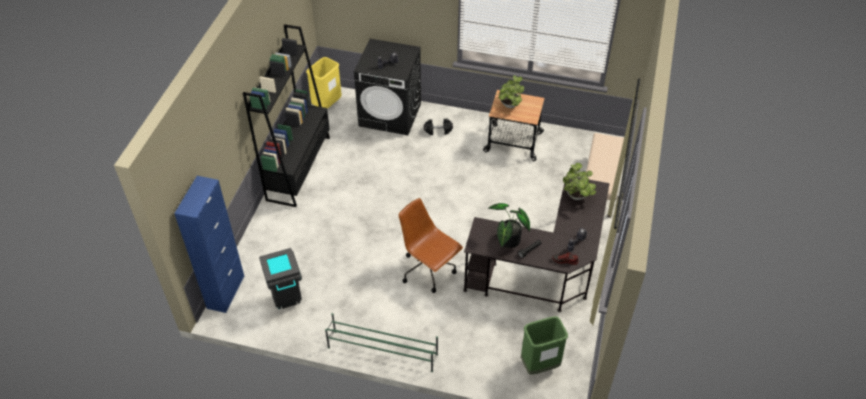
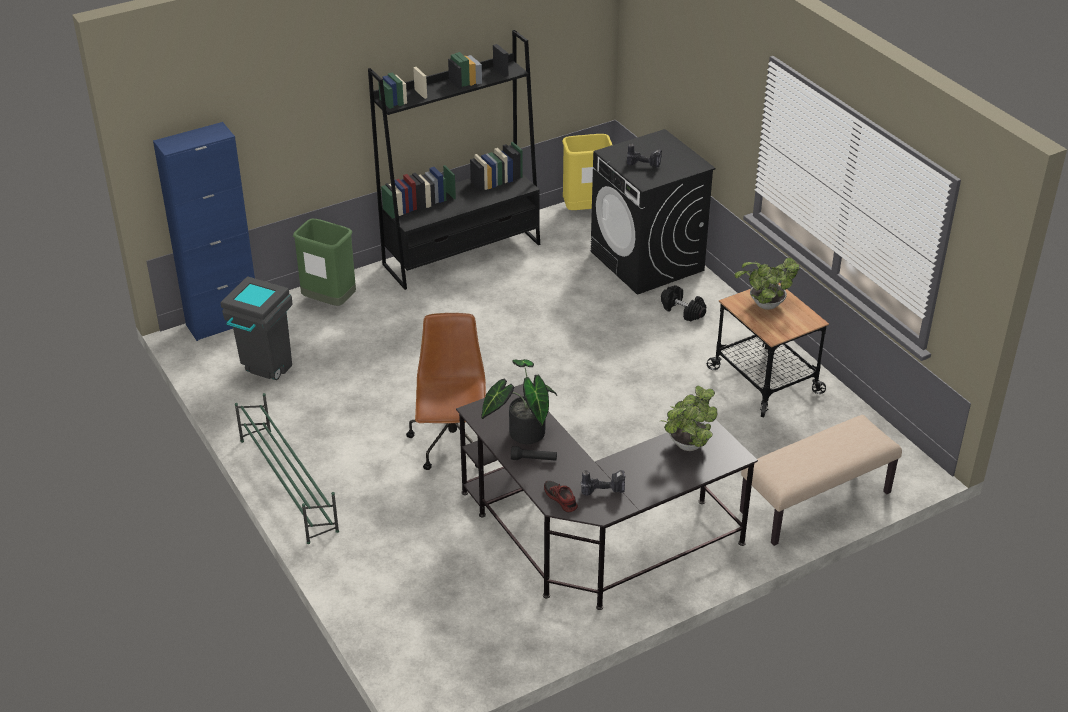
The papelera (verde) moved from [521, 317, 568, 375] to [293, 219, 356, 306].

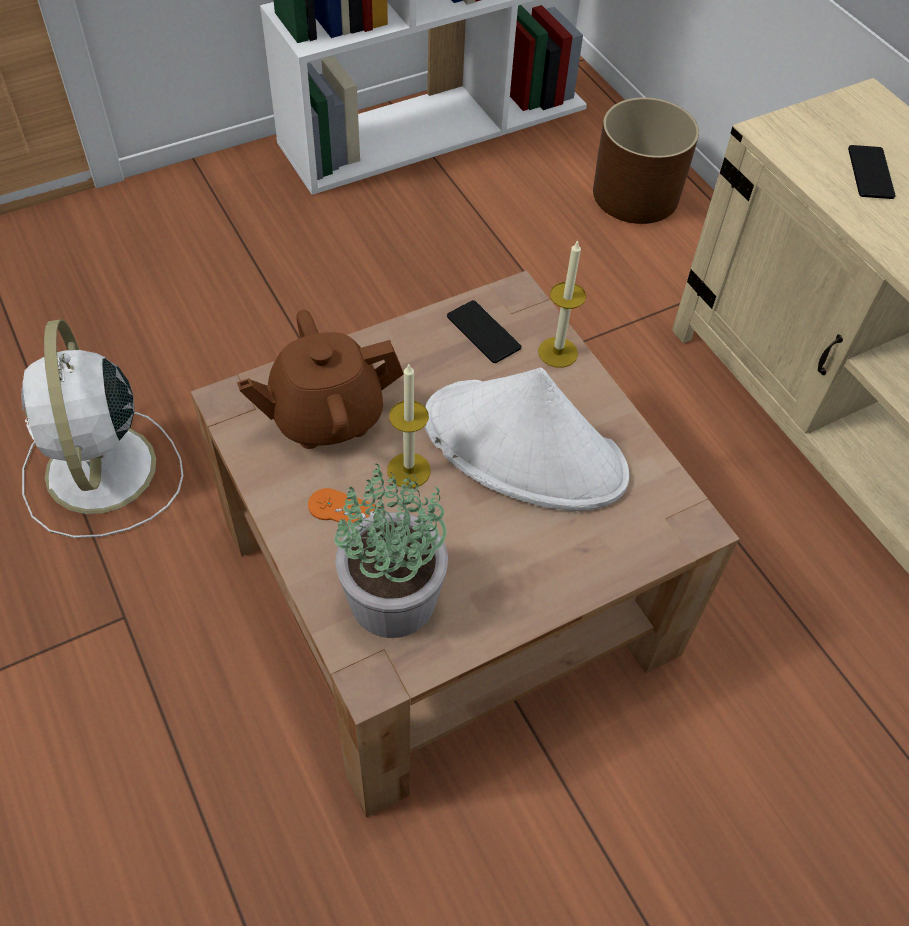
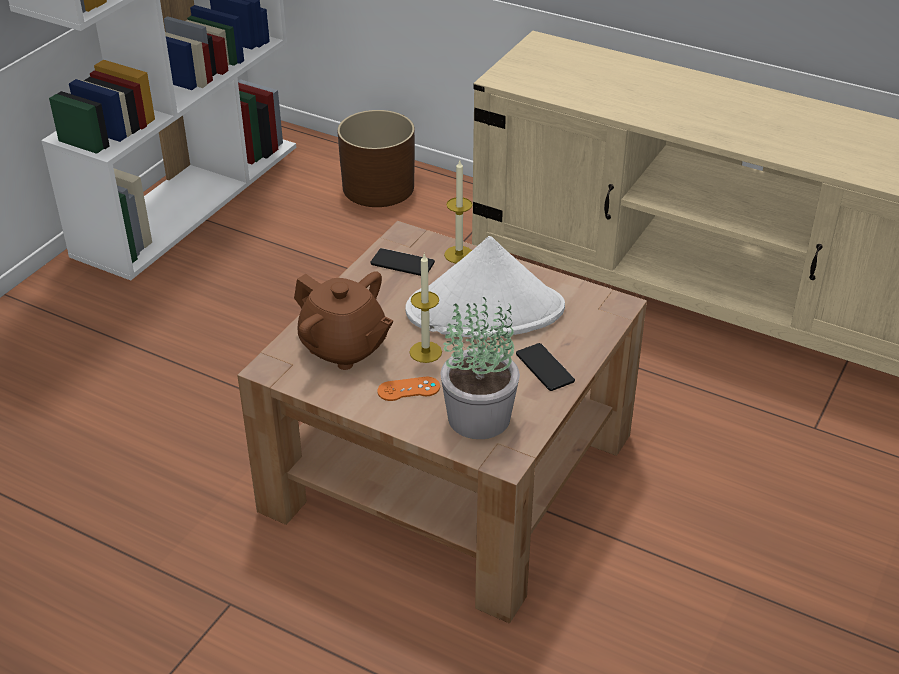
The móvil moved from [848, 145, 896, 199] to [516, 343, 575, 391].
The tetera (marrón) at [237, 310, 404, 449] turned 90 degrees counterclockwise.
The ventilador (blanco) at [21, 319, 183, 538] disappeared.

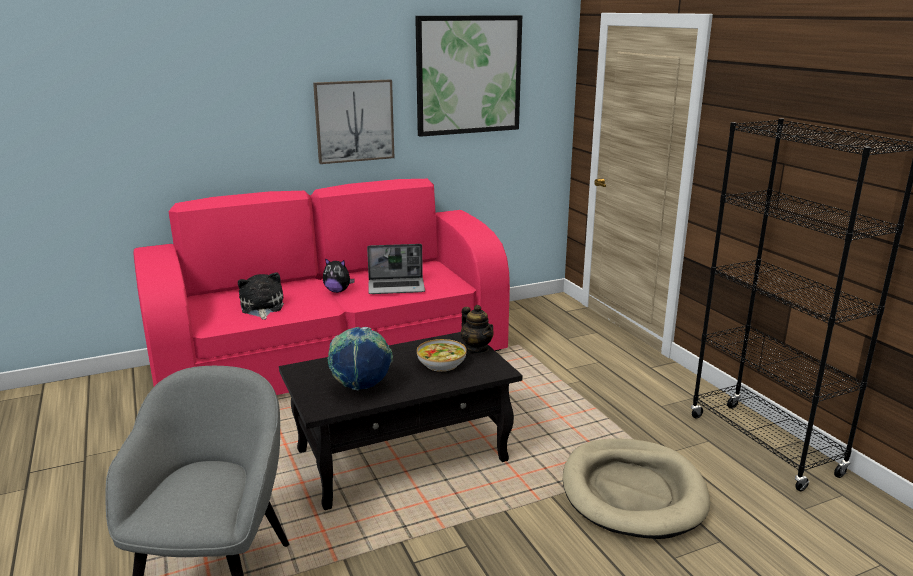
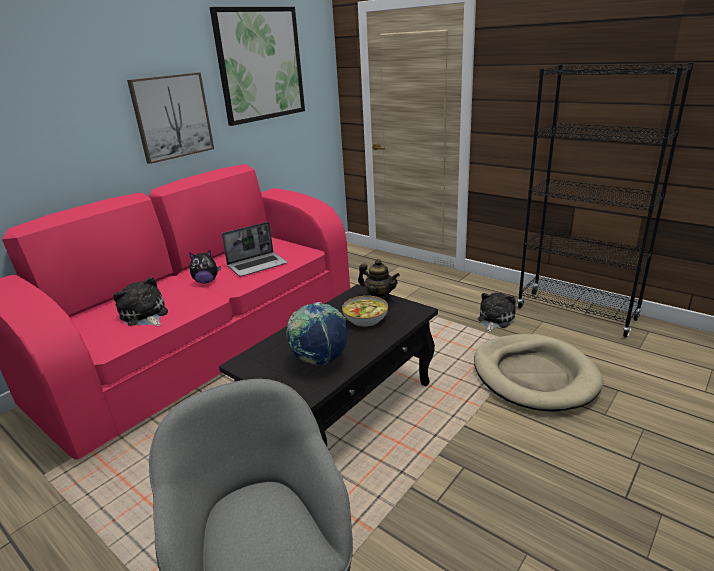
The peluche at [478, 292, 516, 332] appeared.

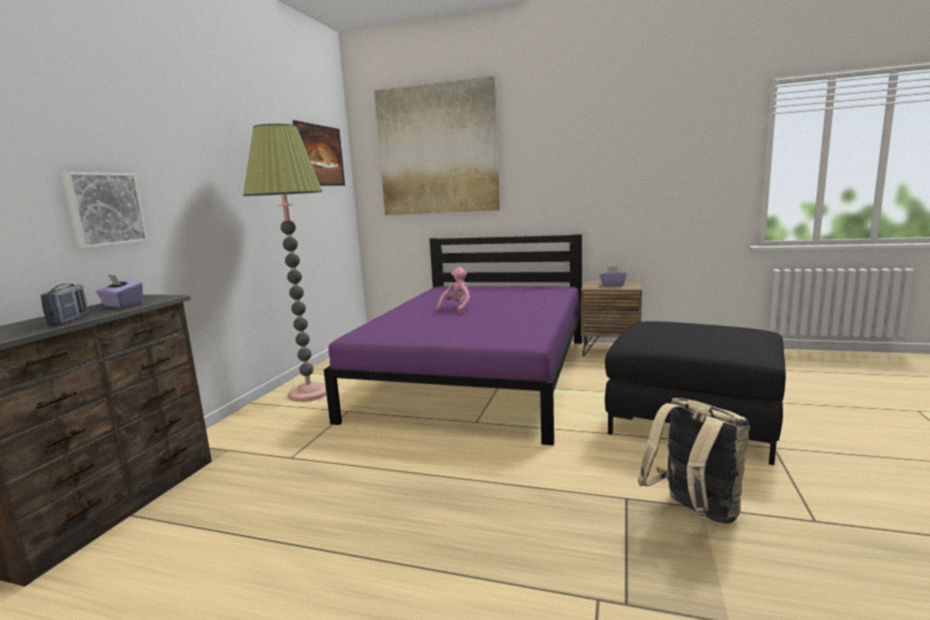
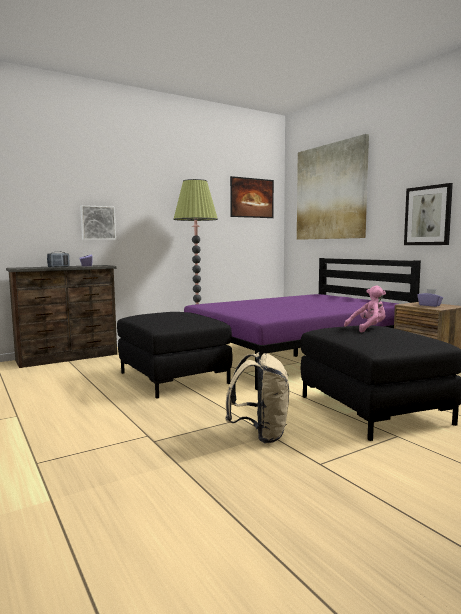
The peluche (rosa) moved from [436, 267, 470, 314] to [344, 286, 386, 333].
The cuadro at [404, 183, 453, 245] appeared.
The puf (negro) at [117, 312, 233, 399] appeared.

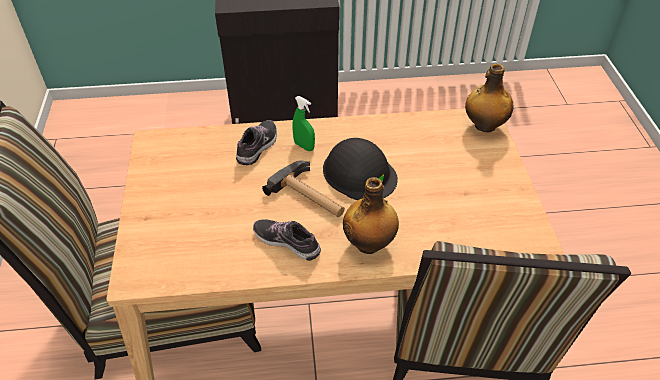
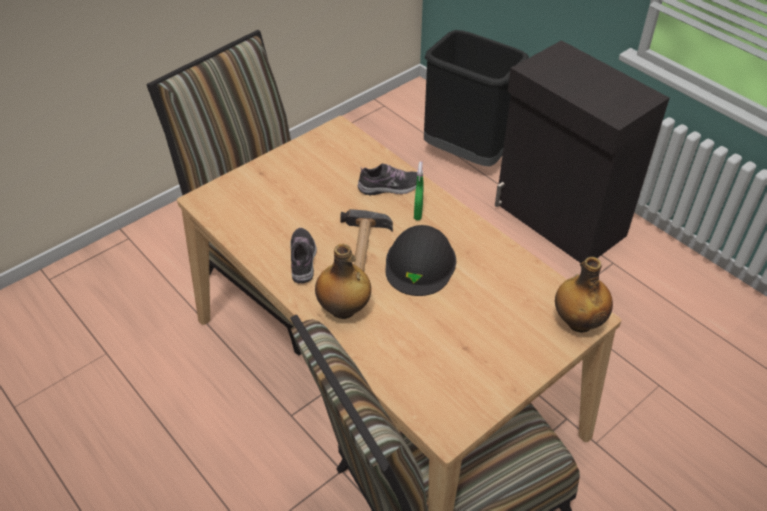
The papelera (negro) at [424, 30, 529, 167] appeared.

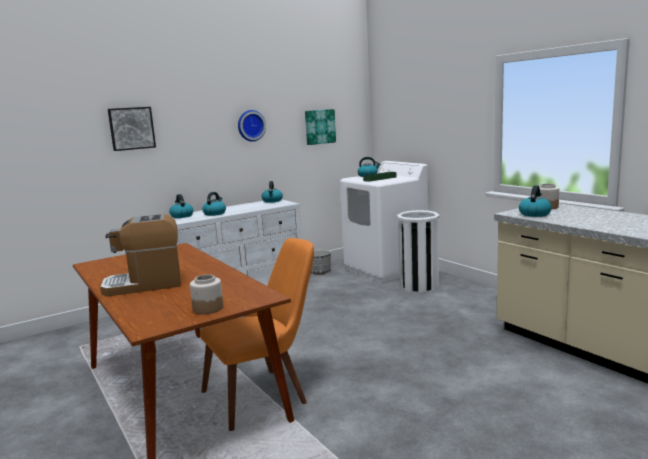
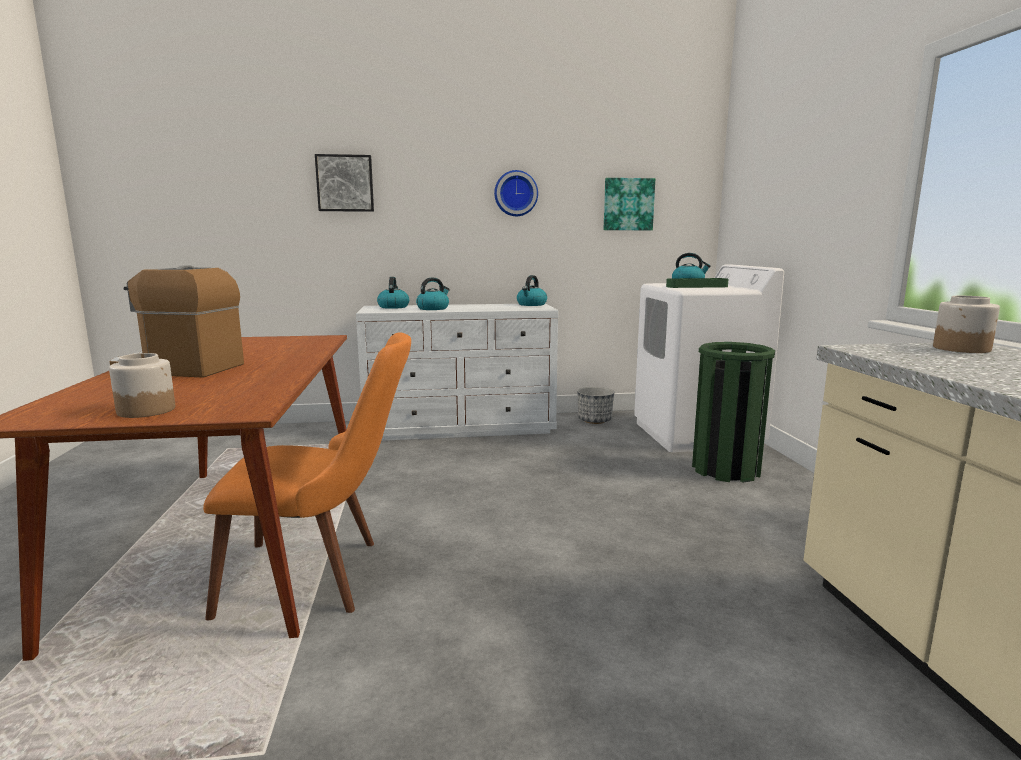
The hervidor at [519, 185, 552, 217] disappeared.
The papelera (blanco) at [397, 210, 440, 293] became the papelera (verde) at [692, 342, 775, 483].

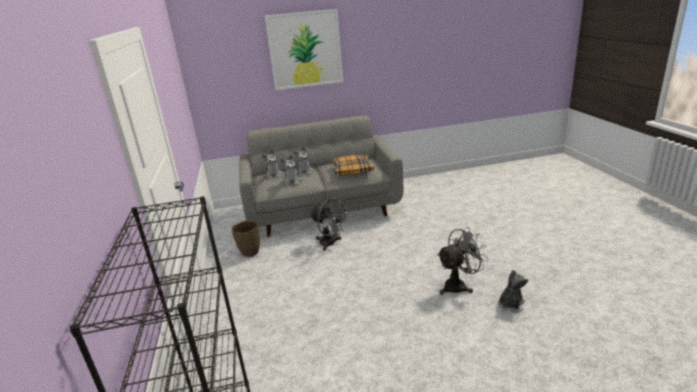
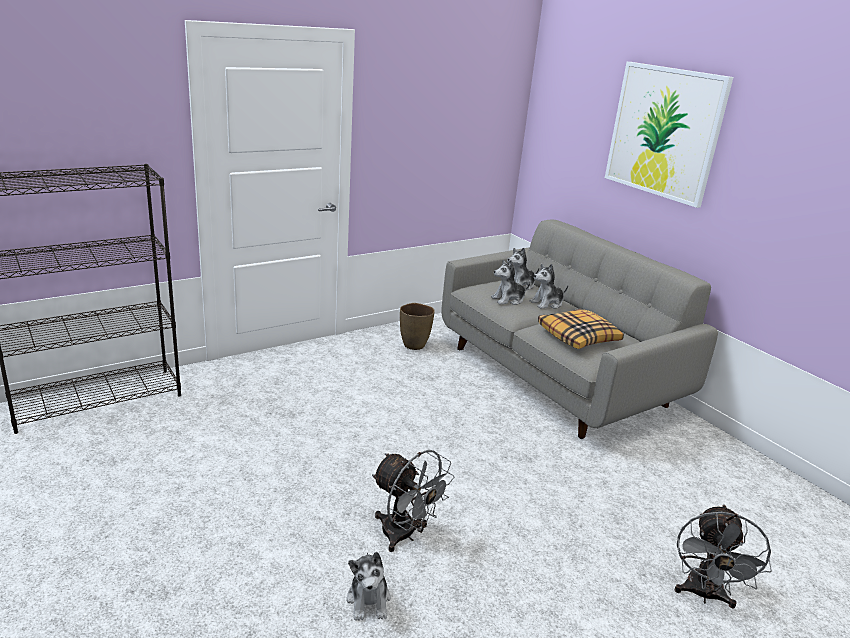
The ventilador (gris) moved from [310, 198, 350, 251] to [675, 504, 772, 608].
The peluche at [498, 269, 528, 313] turned 60 degrees clockwise.

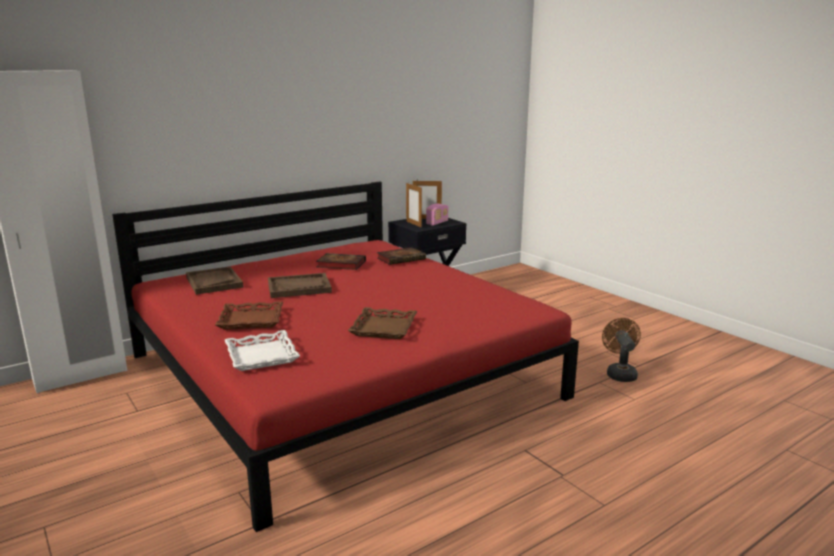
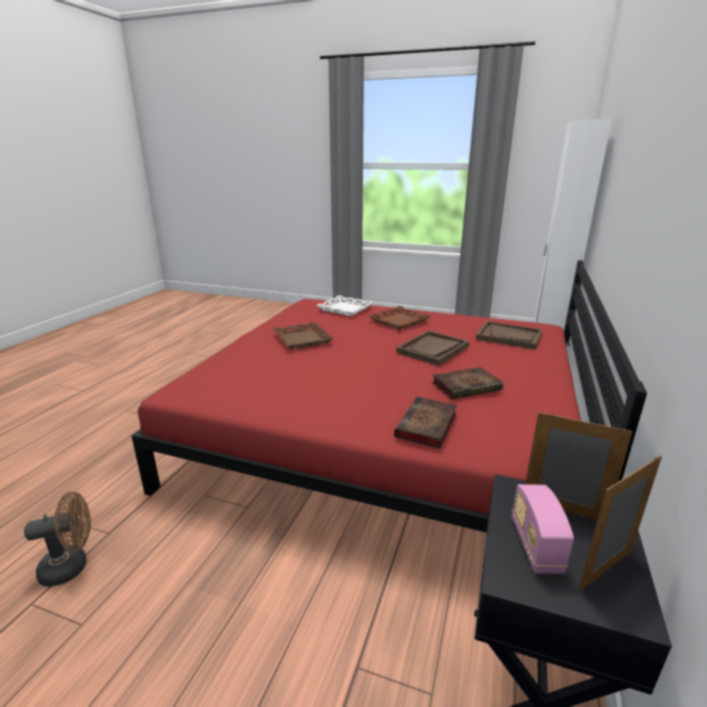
The ventilador (marrón) at [602, 318, 641, 382] turned 75 degrees counterclockwise.

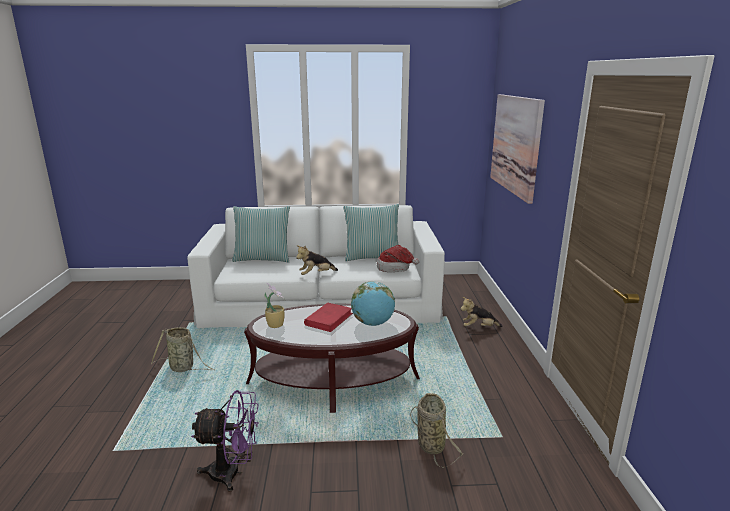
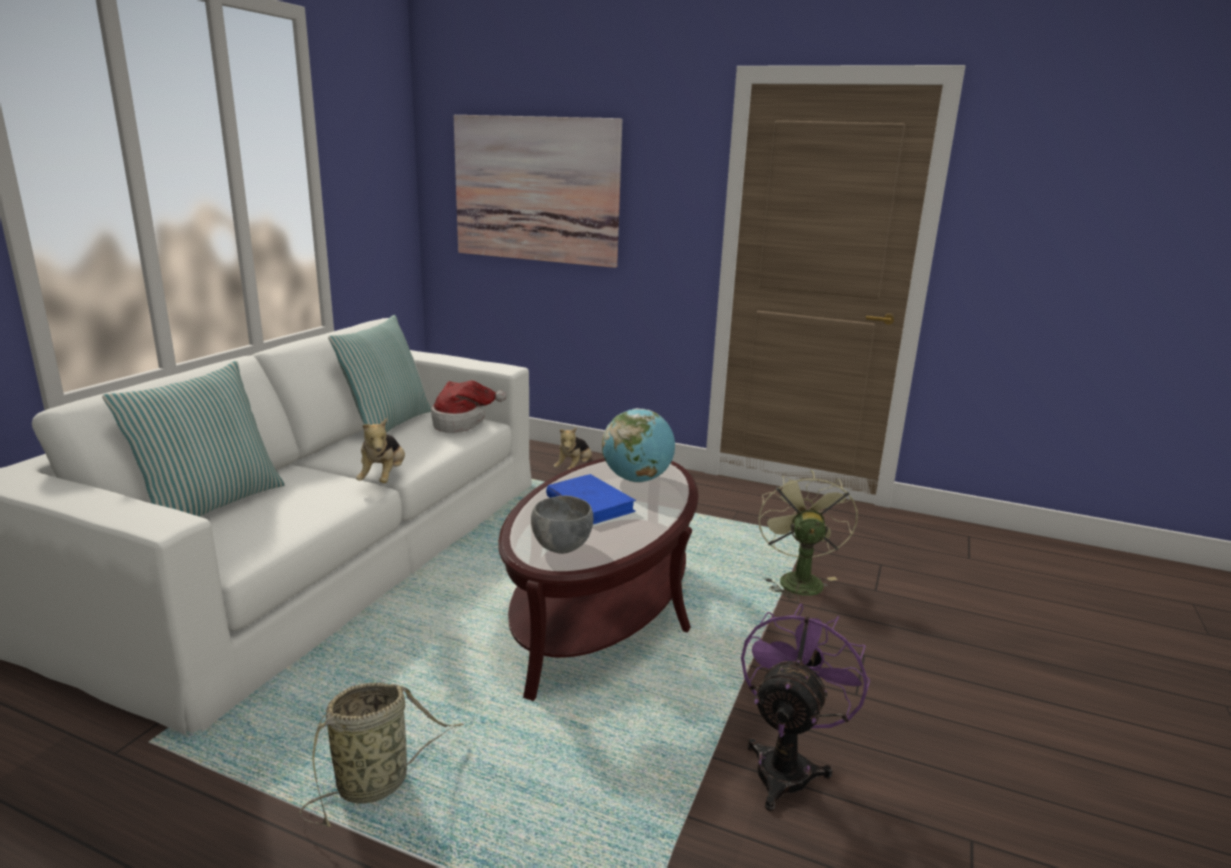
The planta en maceta at [264, 283, 285, 328] was replaced by the cuenco (gris) at [531, 496, 593, 554].
The libro (rojo) at [304, 303, 353, 332] became the libro (azul) at [546, 474, 636, 524].
The cesta at [410, 393, 464, 468] was replaced by the ventilador (verde) at [758, 470, 858, 602].

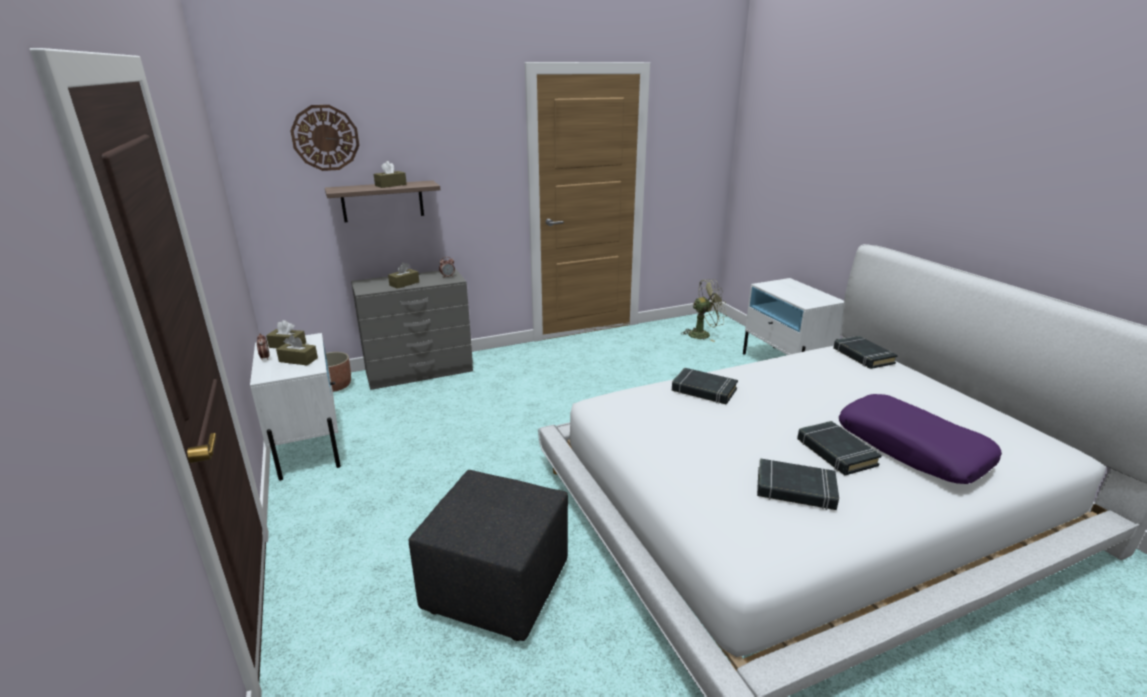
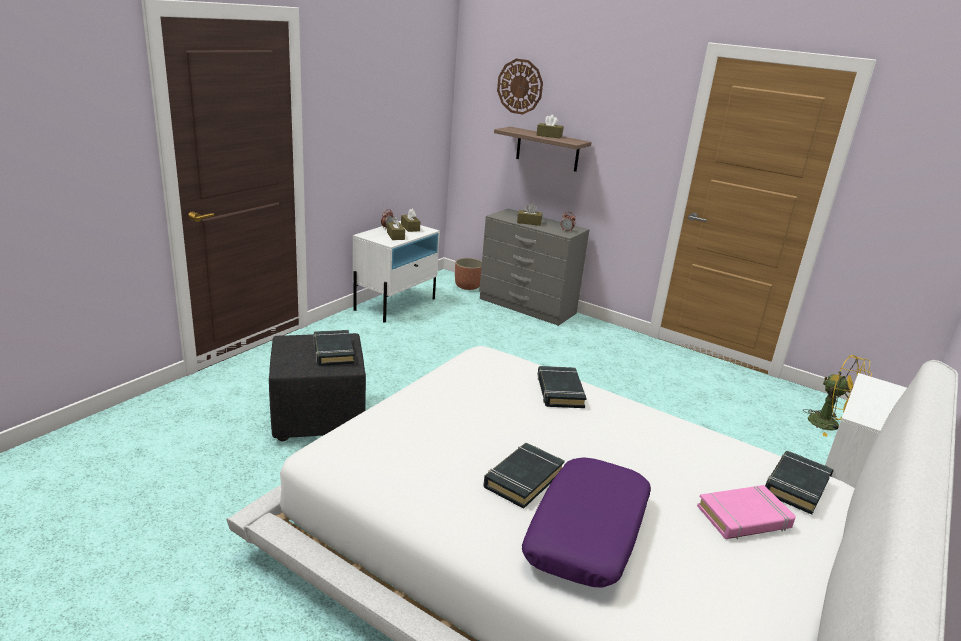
The ventilador (verde) at [681, 279, 727, 342] became the ventilador (amarillo) at [804, 355, 872, 437].
The libro (negro) moved from [757, 458, 839, 510] to [314, 330, 354, 366].
The libro (rosa) at [697, 485, 796, 539] appeared.

